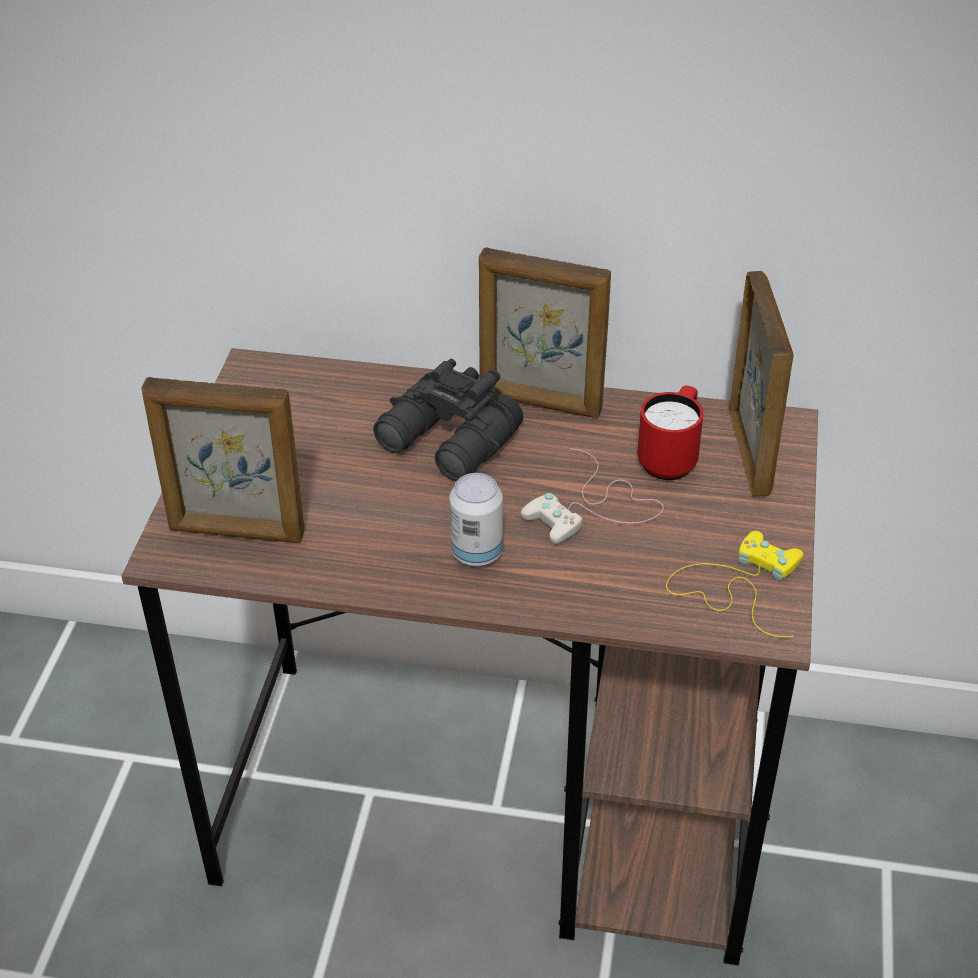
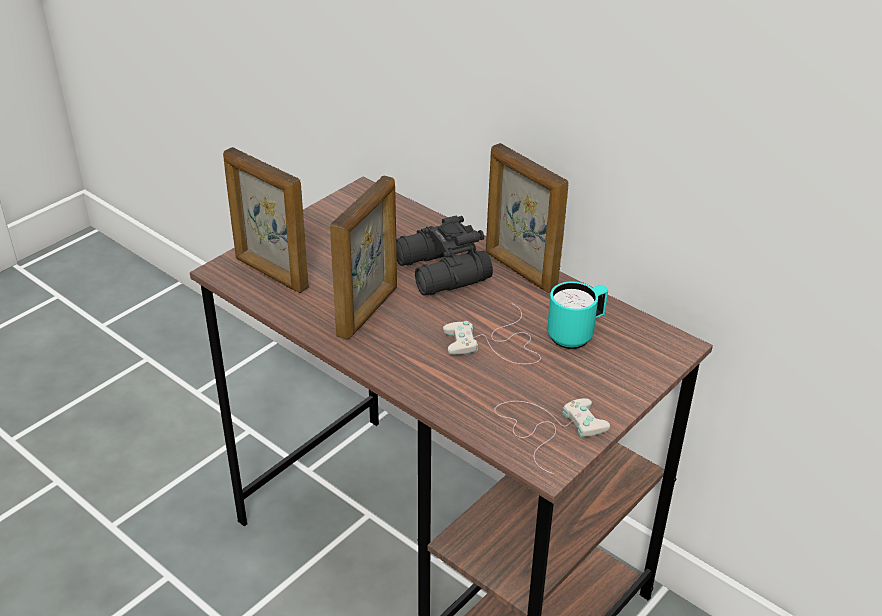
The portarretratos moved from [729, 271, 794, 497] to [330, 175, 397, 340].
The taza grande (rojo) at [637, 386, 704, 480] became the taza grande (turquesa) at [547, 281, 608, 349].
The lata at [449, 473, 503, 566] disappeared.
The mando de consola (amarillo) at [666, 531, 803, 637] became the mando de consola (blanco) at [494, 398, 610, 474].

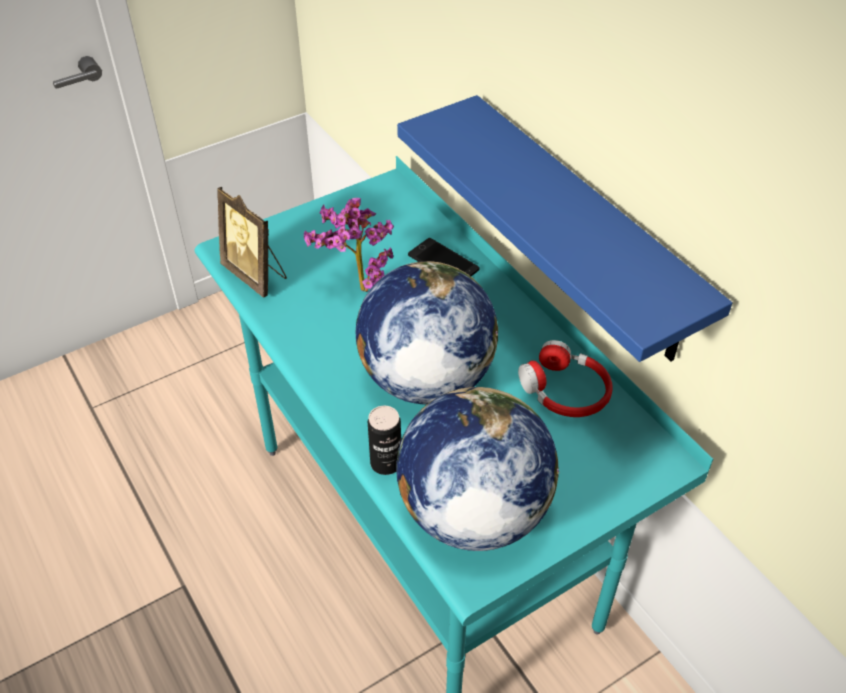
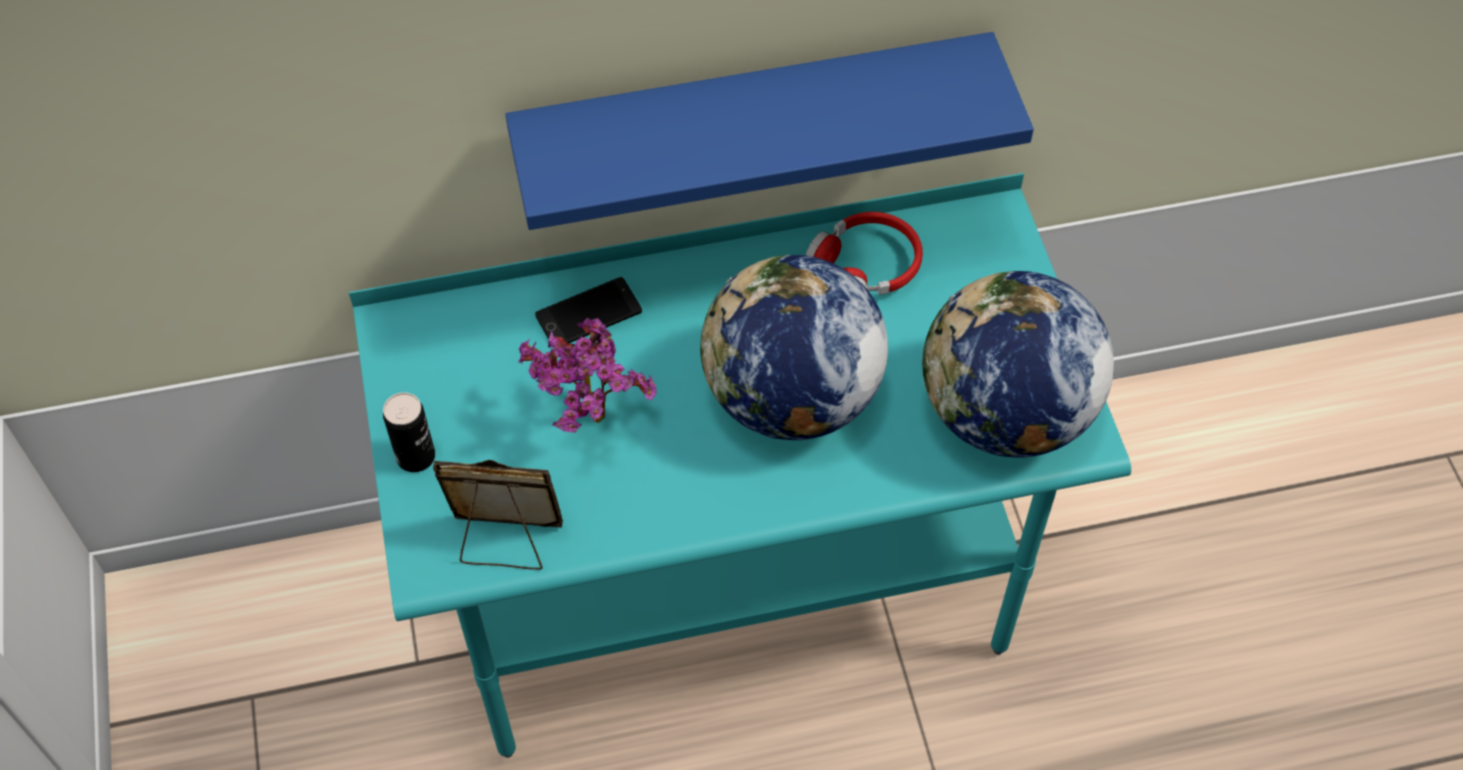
The portarretratos at [217, 187, 287, 298] turned 150 degrees counterclockwise.
The lata moved from [368, 406, 401, 475] to [383, 392, 435, 472].

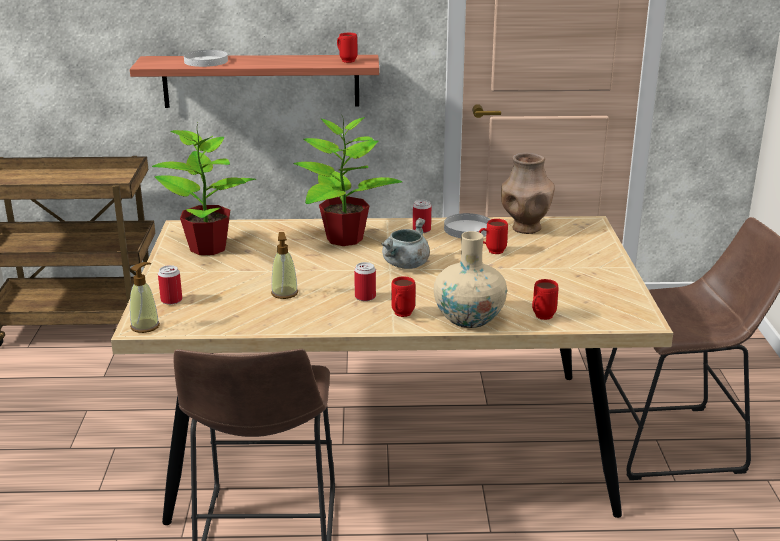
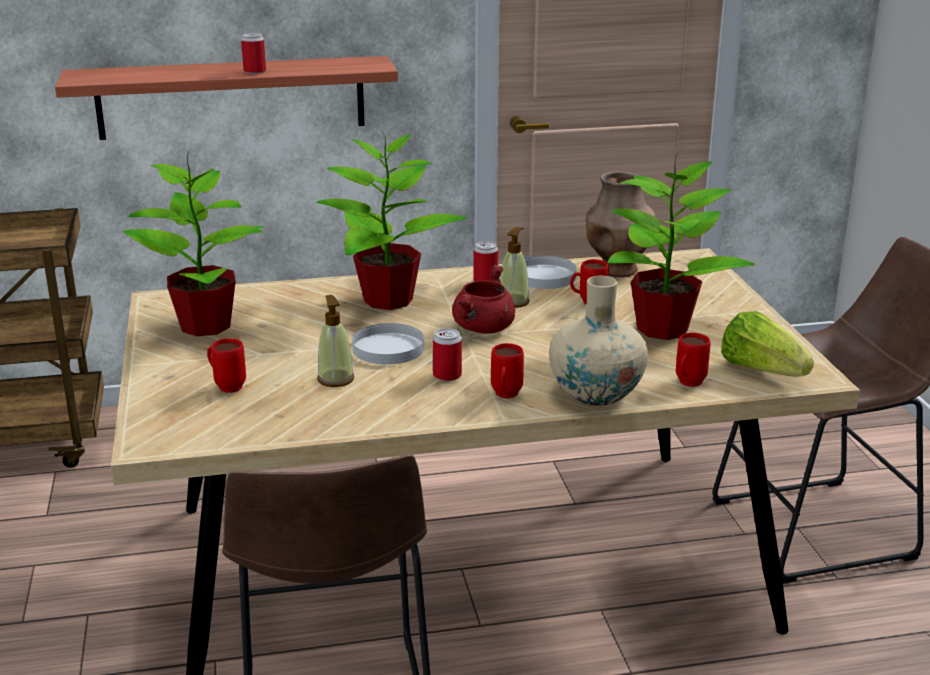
The taza grande (rojo) moved from [337, 33, 357, 63] to [207, 338, 246, 393].
The plato (blanco) moved from [184, 50, 228, 67] to [352, 323, 424, 365].
The olla (gris) at [382, 218, 430, 269] became the olla (rojo) at [452, 265, 515, 334].
The dispensador de jabón moved from [130, 262, 160, 333] to [500, 227, 530, 308].
The lata moved from [158, 265, 182, 305] to [241, 33, 266, 74].
The planta en maceta at [607, 153, 755, 340] appeared.
The lechuga at [721, 311, 814, 377] appeared.

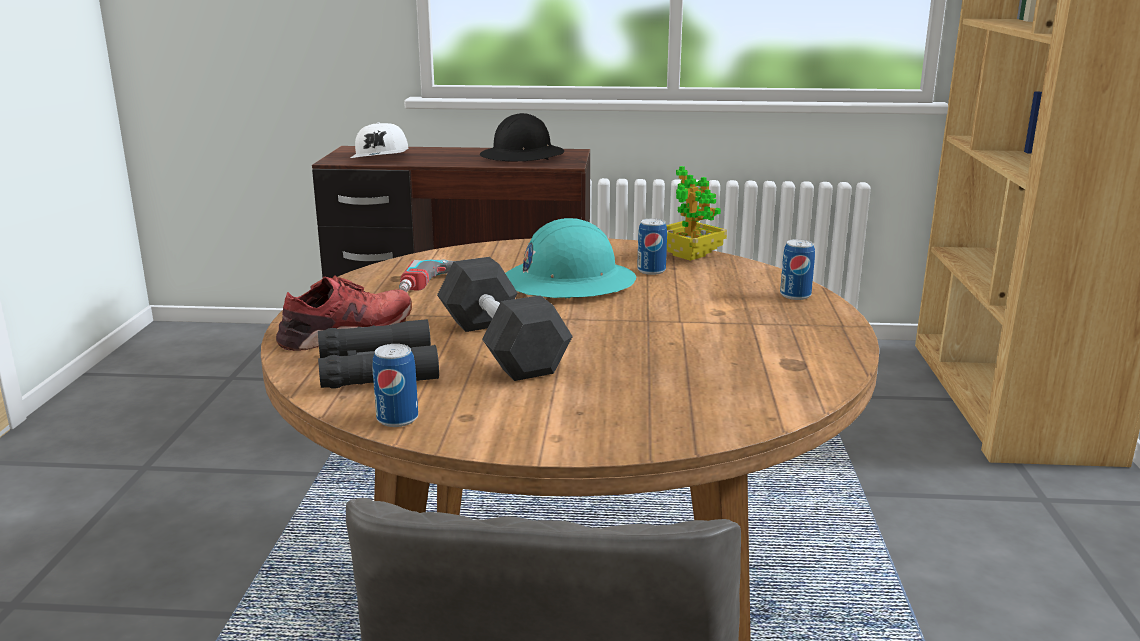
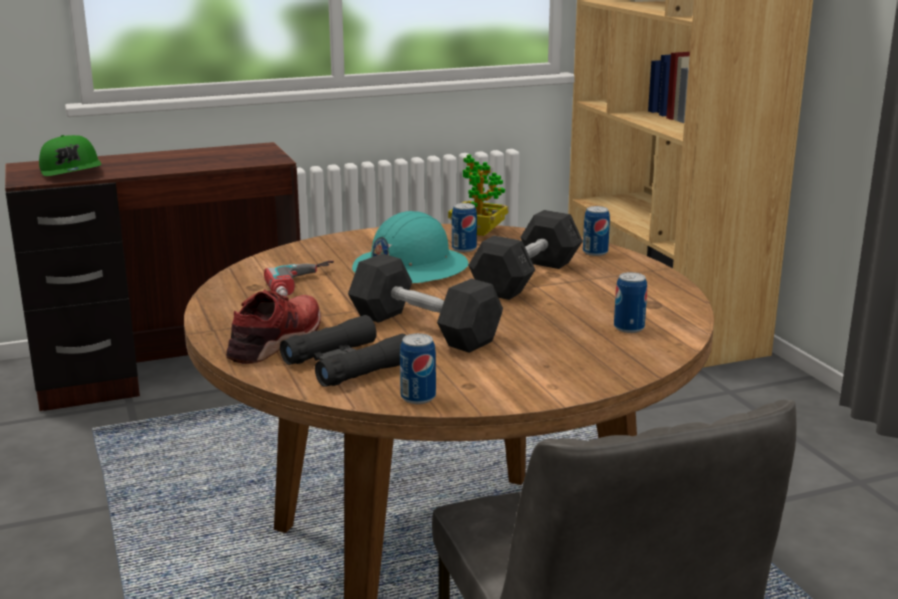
The casco (negro) at [480, 113, 564, 161] disappeared.
The gorra (blanco) at [351, 122, 408, 158] became the gorra (verde) at [39, 135, 101, 176].
The mancuerna (gris) at [468, 210, 583, 300] appeared.
The lata at [614, 272, 647, 333] appeared.

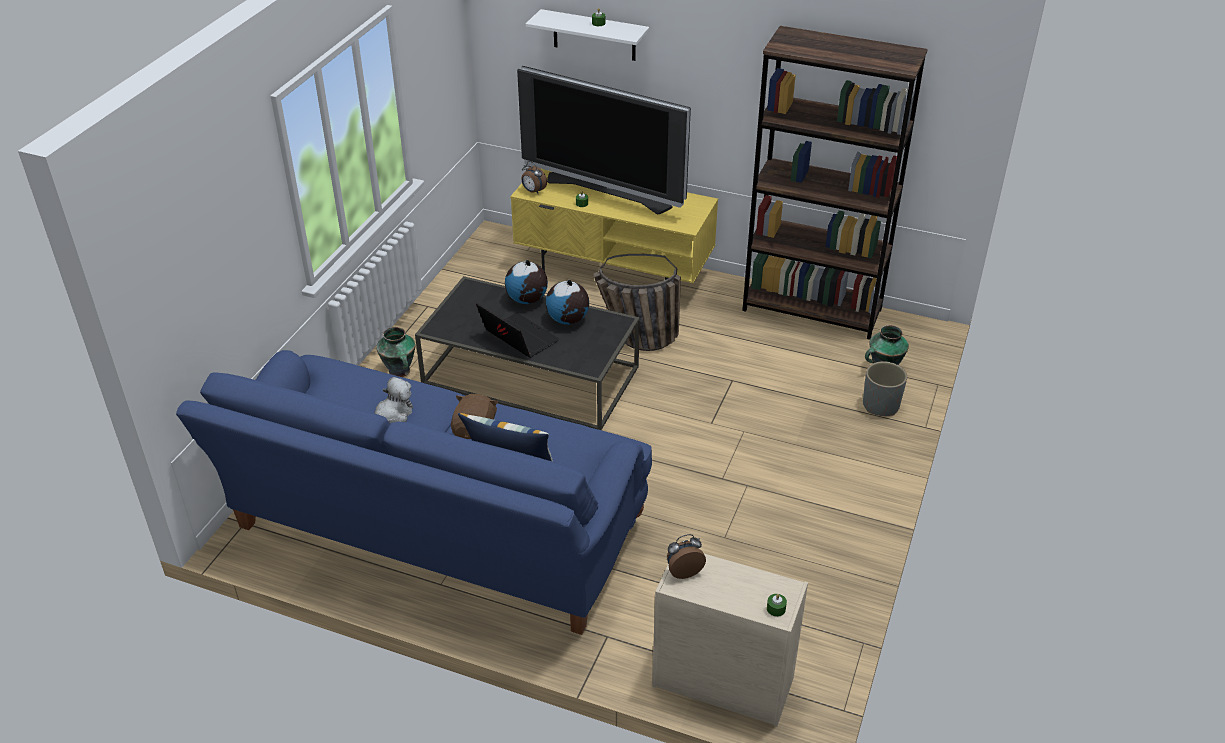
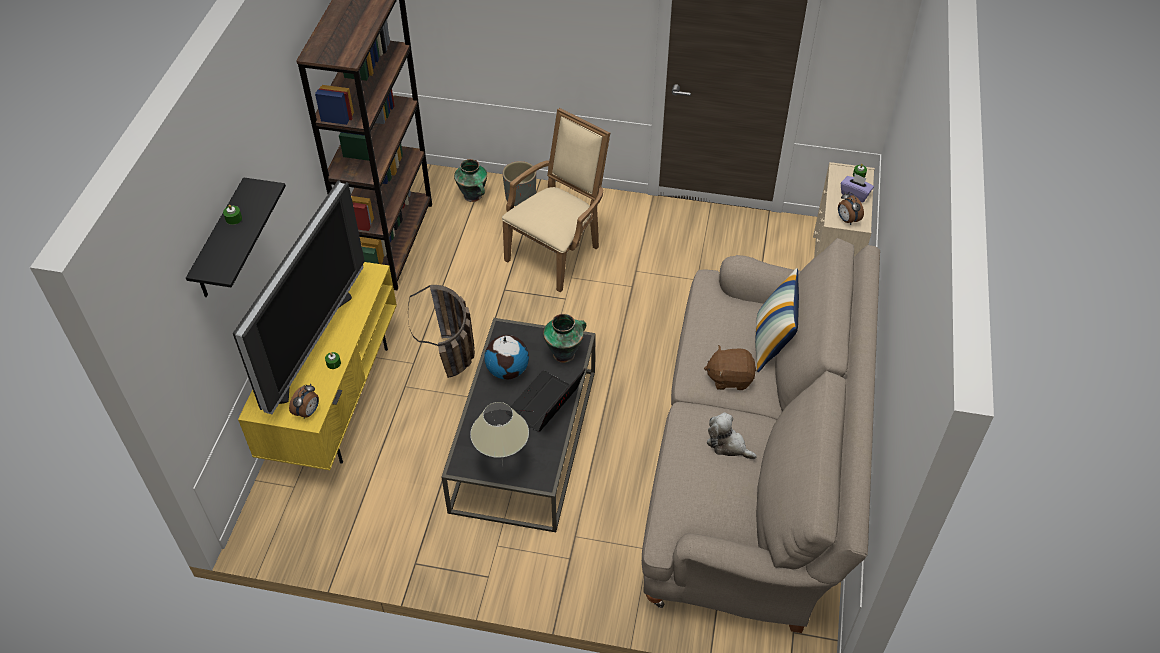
The estante (blanco) at [526, 9, 649, 61] became the estante (negro) at [186, 177, 286, 297].
The globo terráqueo at [505, 260, 548, 304] disappeared.
The florero moved from [376, 327, 415, 377] to [543, 314, 586, 363].
The sofá (azul) at [176, 350, 652, 635] became the sofá (beis) at [642, 238, 880, 633].
The sillón (beis) at [502, 108, 610, 292] appeared.
The caja de pañuelos (morado) at [841, 174, 874, 203] appeared.
The lámpara de mesa (beis) at [470, 402, 529, 466] appeared.

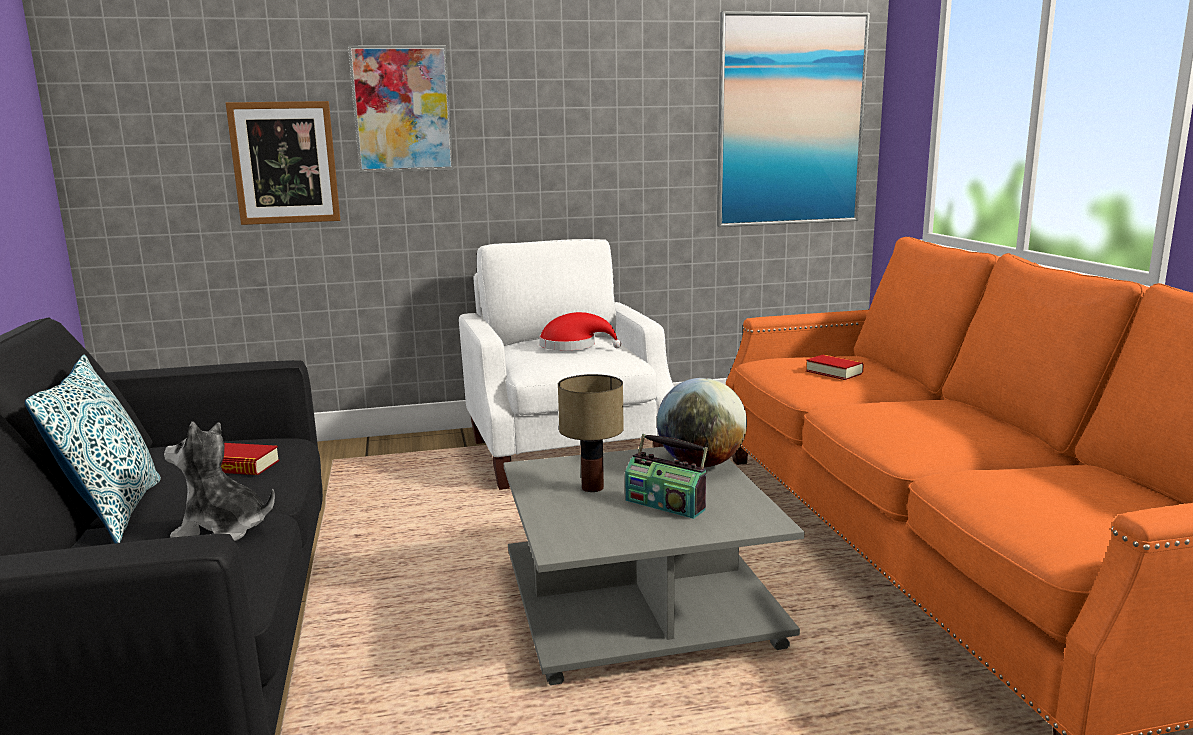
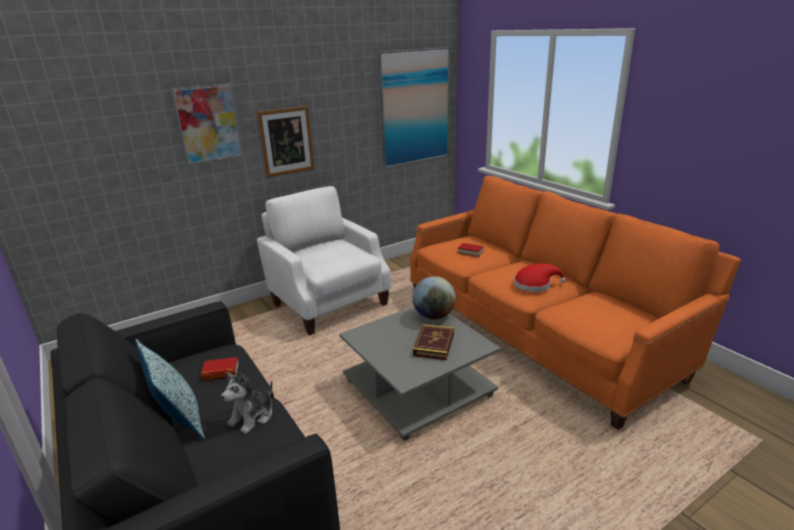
The cuadro moved from [225, 101, 340, 225] to [257, 106, 315, 178].
The sombrero (rojo) moved from [539, 312, 621, 350] to [514, 264, 566, 292].
The lámpara de mesa at [558, 374, 624, 492] disappeared.
The peluche at [164, 422, 275, 541] turned 45 degrees counterclockwise.
The radio at [625, 434, 708, 519] was replaced by the libro at [413, 324, 454, 360].

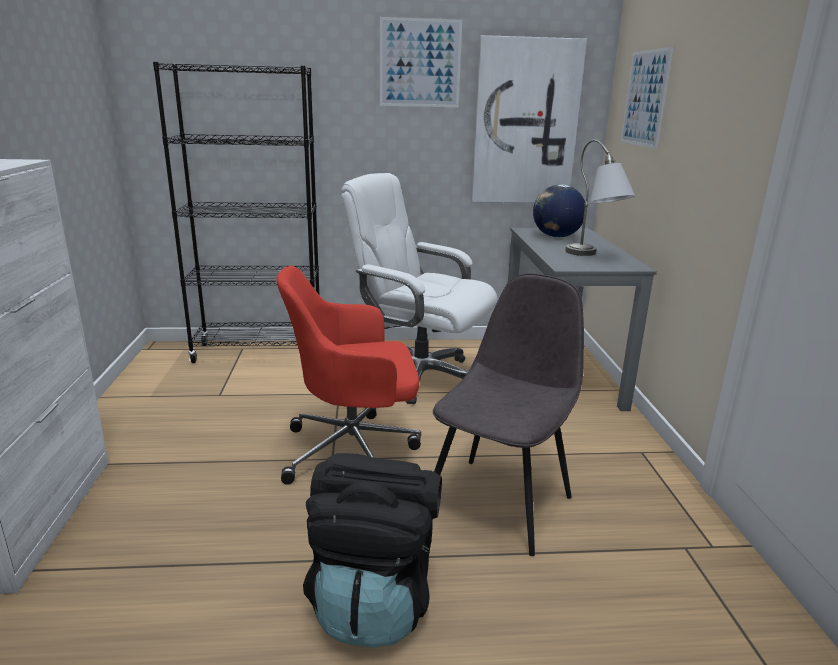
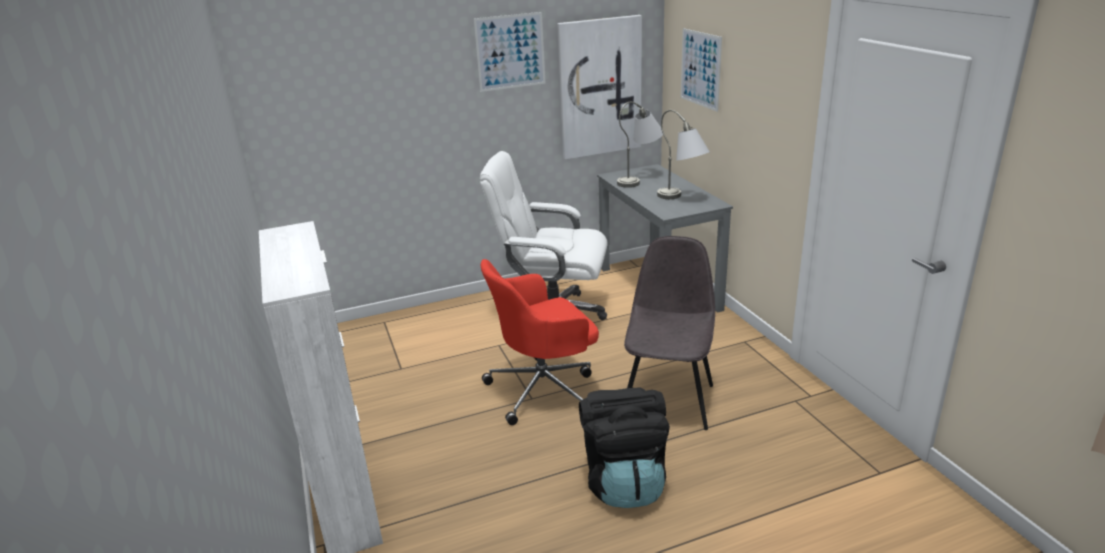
The estantería (negro) at [153, 62, 319, 363] disappeared.
The globo terráqueo at [533, 185, 585, 238] was replaced by the lámpara de mesa (gris) at [617, 102, 664, 188].

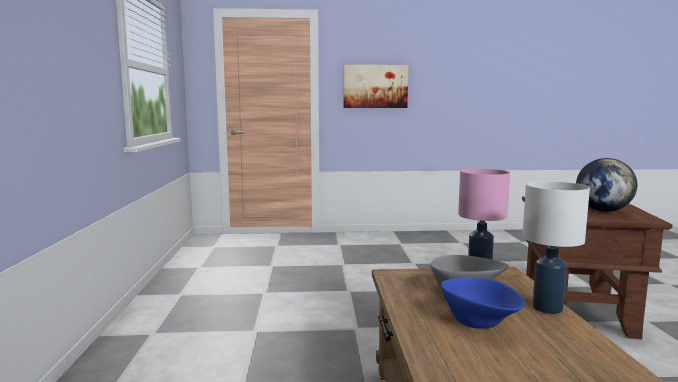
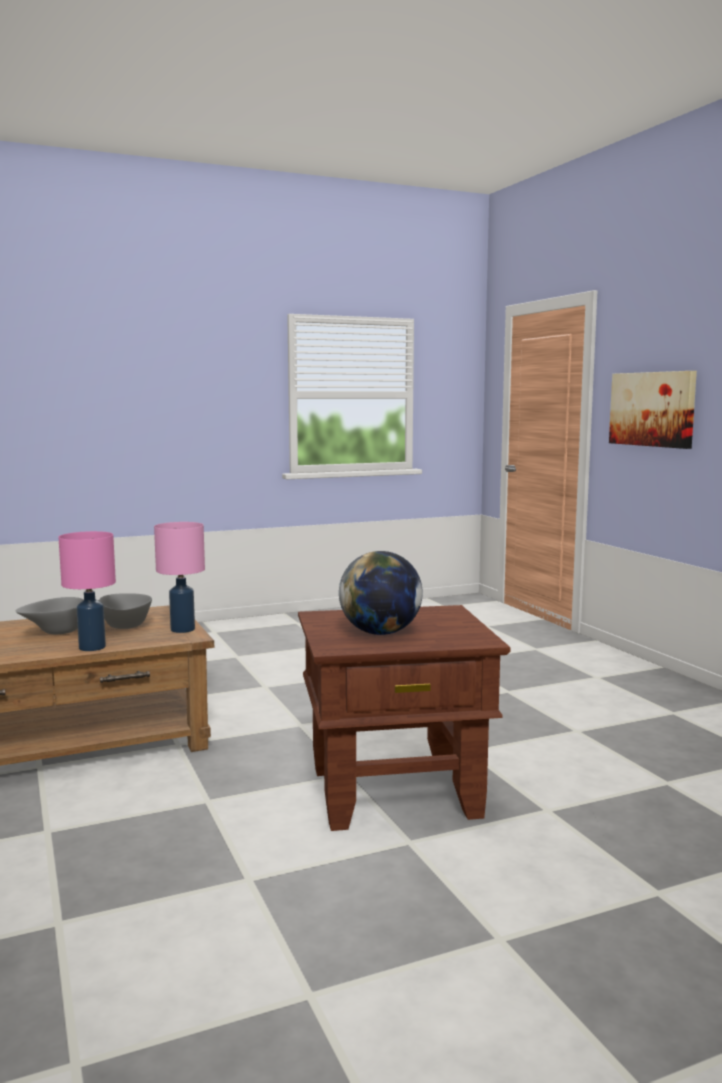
The lámpara de mesa (blanco) at [523, 181, 590, 314] became the lámpara de mesa (rosa) at [58, 531, 116, 651].
The cuenco (azul) at [441, 278, 525, 329] became the cuenco (gris) at [16, 597, 84, 634].

